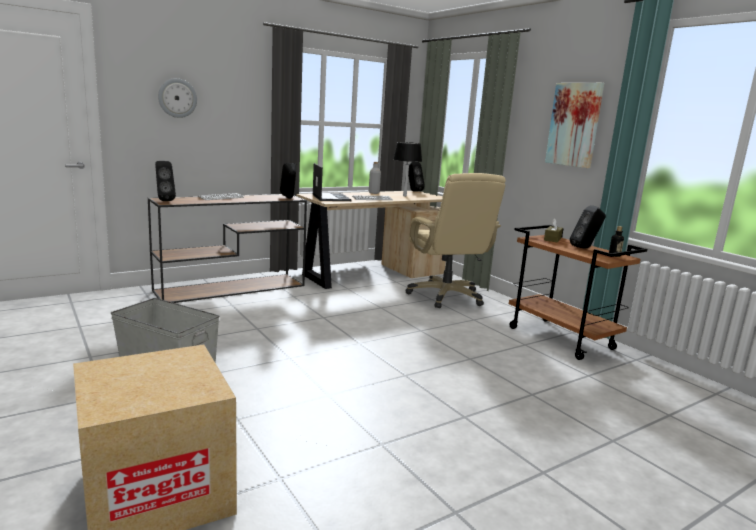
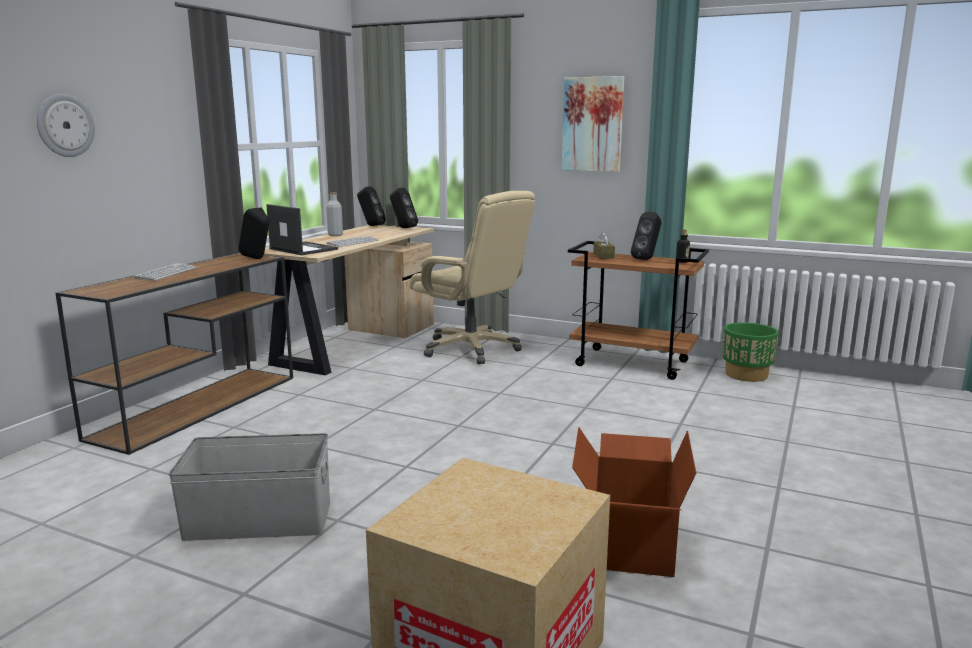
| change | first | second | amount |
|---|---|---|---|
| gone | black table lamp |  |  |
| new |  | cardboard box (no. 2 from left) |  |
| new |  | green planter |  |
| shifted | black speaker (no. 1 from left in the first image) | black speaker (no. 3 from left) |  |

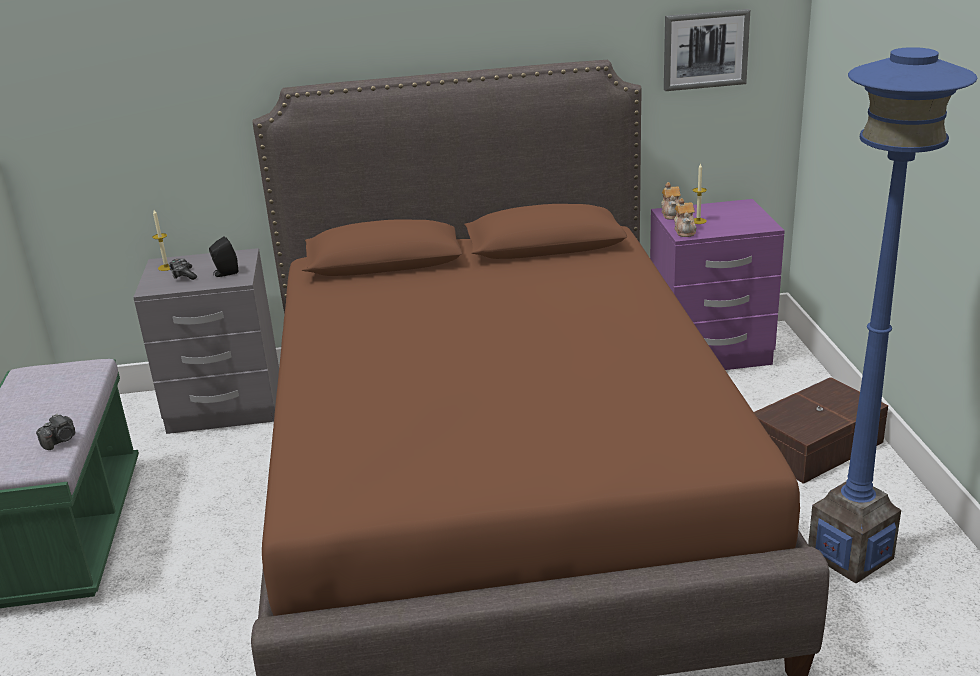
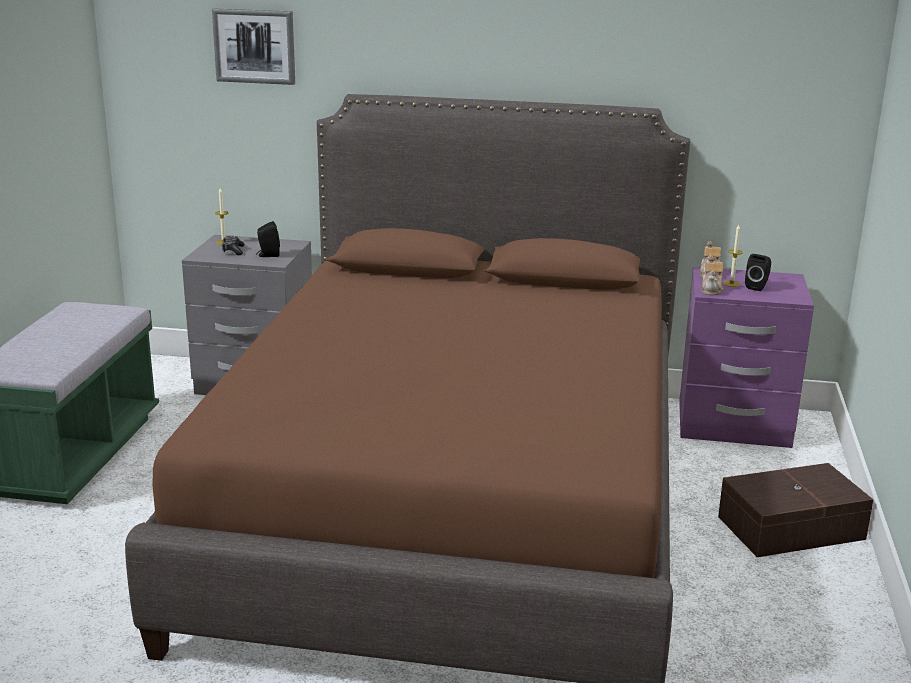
| change | first | second | amount |
|---|---|---|---|
| gone | photo camera |  |  |
| gone | blue floor lamp |  |  |
| new |  | black speaker (no. 2 from left) |  |
| shifted | picture |  |  |

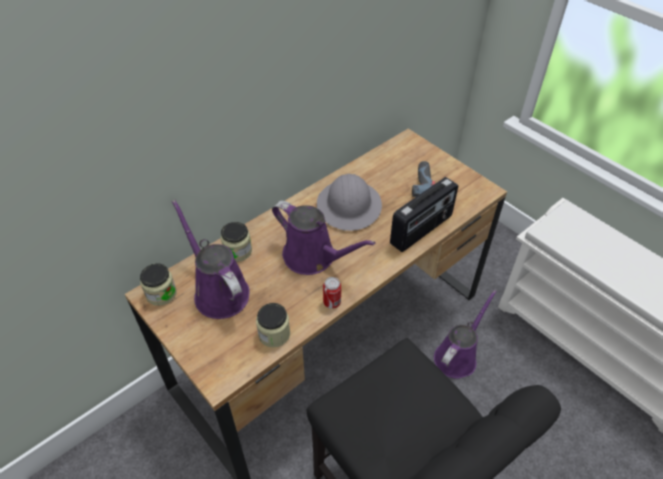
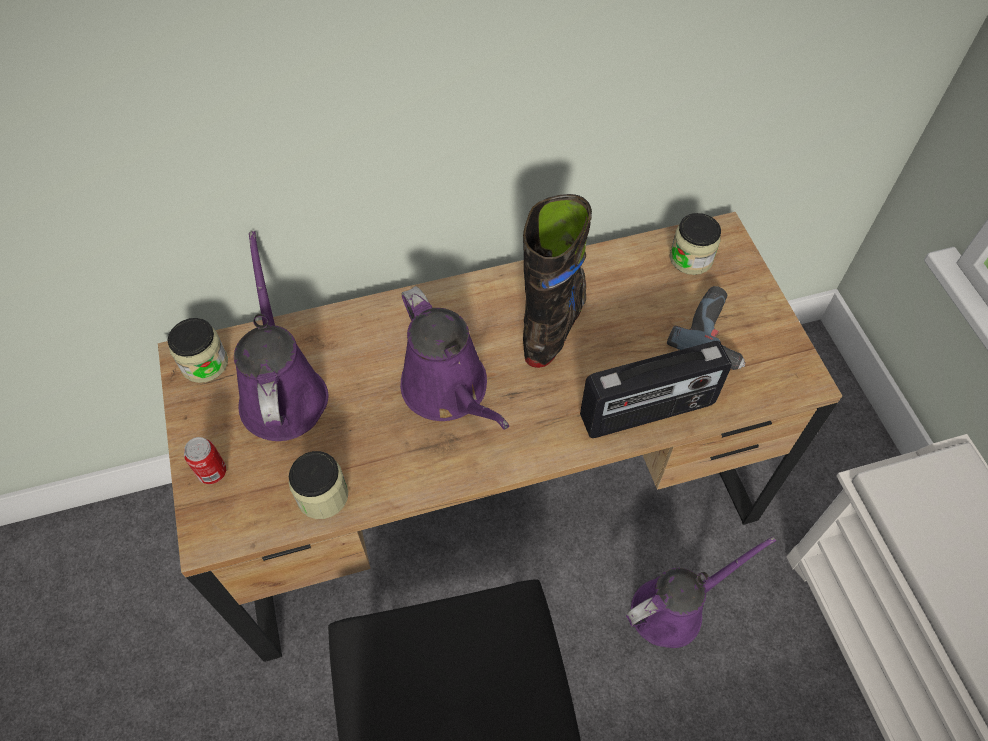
| change | first | second | amount |
|---|---|---|---|
| shifted | jar (no. 2 from left in the first image) | jar (no. 3 from left) |  |
| shifted | can |  |  |
| swapped | grey hard hat | black boot |  |

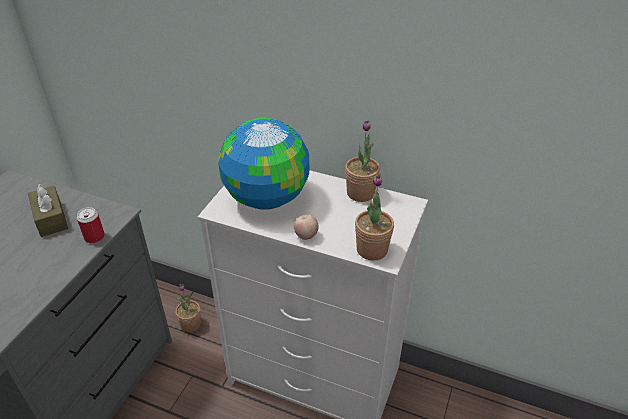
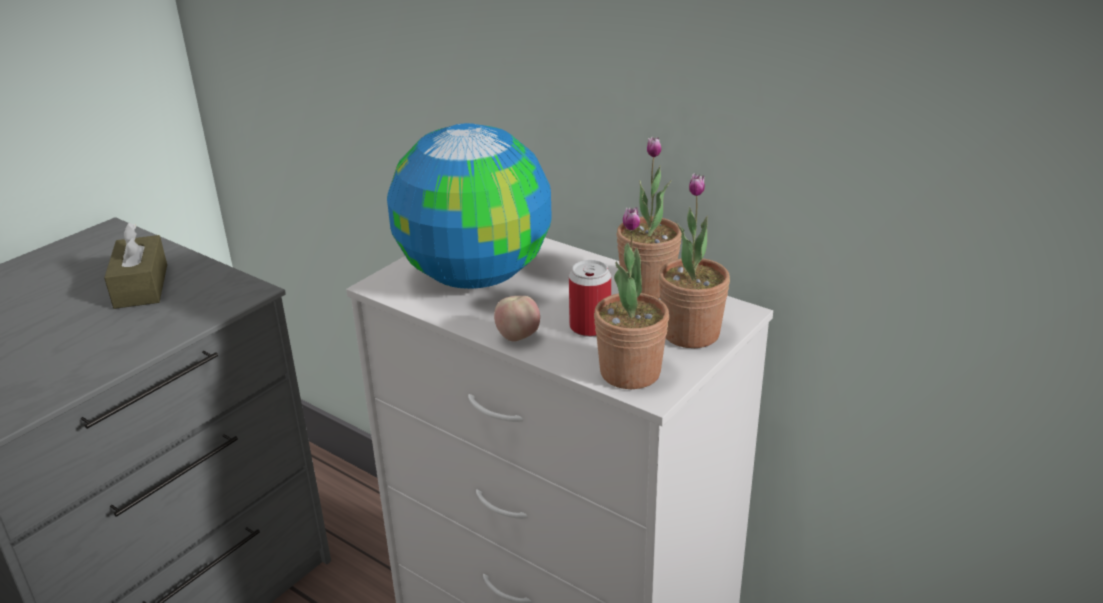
| change | first | second | amount |
|---|---|---|---|
| shifted | can |  |  |
| shifted | potted plant (no. 1 from left in the first image) | potted plant (no. 3 from left) |  |

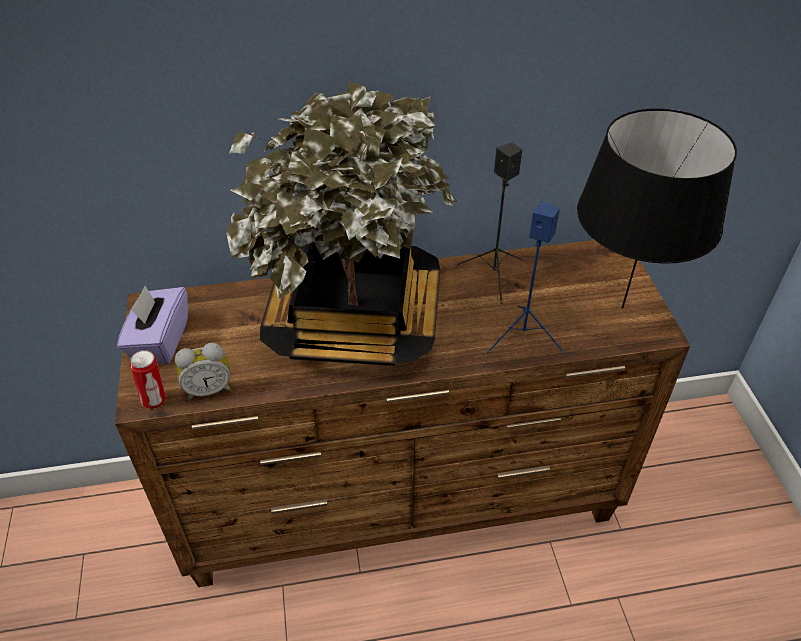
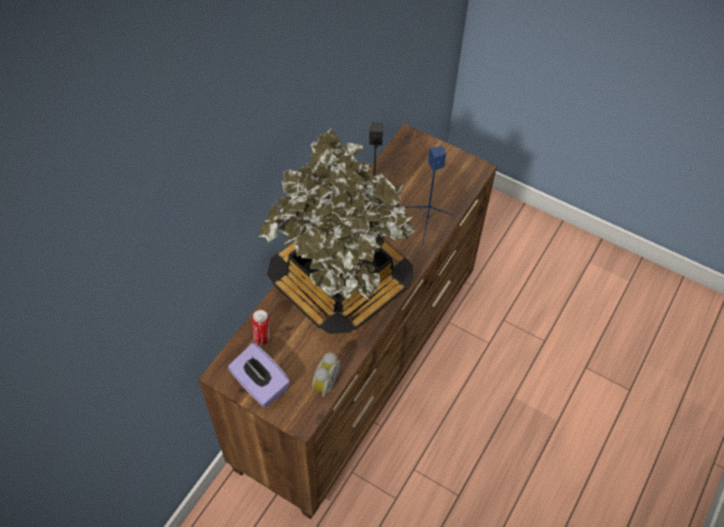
| change | first | second | amount |
|---|---|---|---|
| gone | black table lamp |  |  |
| shifted | can |  |  |

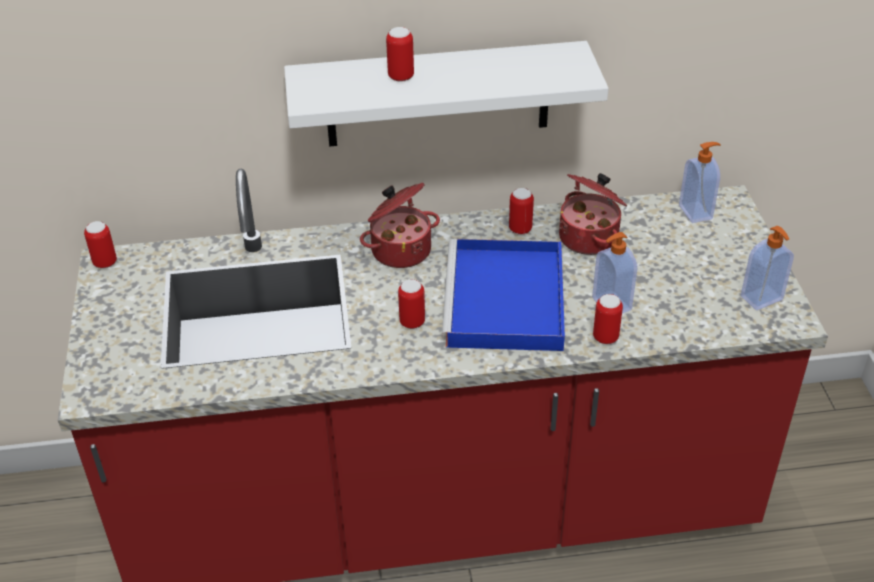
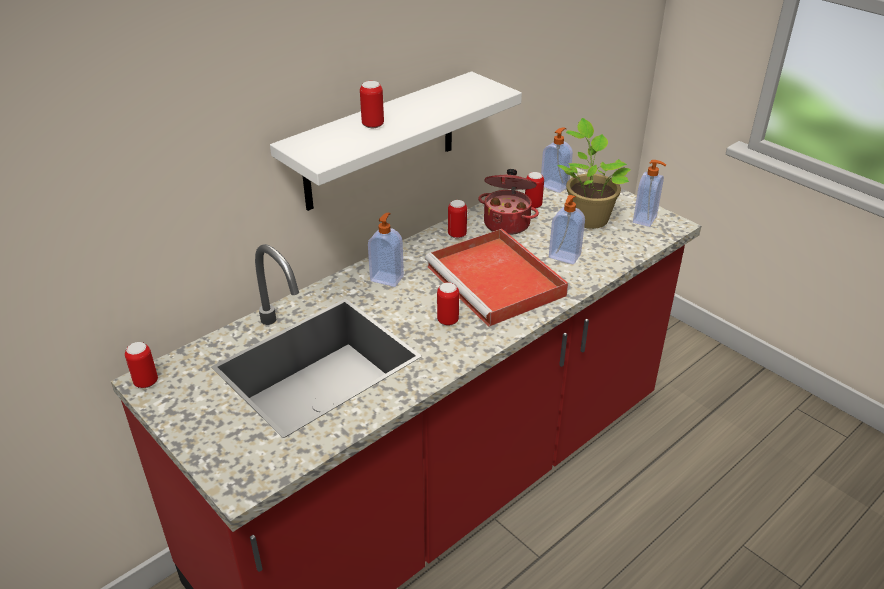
| change | first | second | amount |
|---|---|---|---|
| new |  | potted plant |  |
| shifted | can (no. 5 from left) |  |  |
| swapped | cooking pot (no. 1 from left) | soap dispenser (no. 1 from left) |  |
| repainted | blue tray | red tray |  |

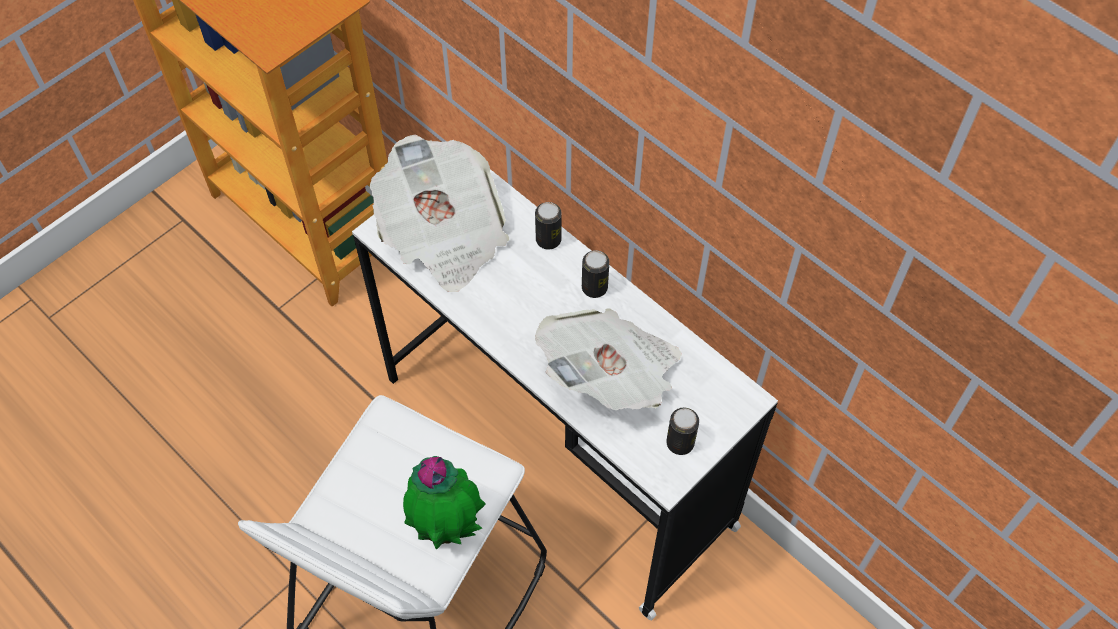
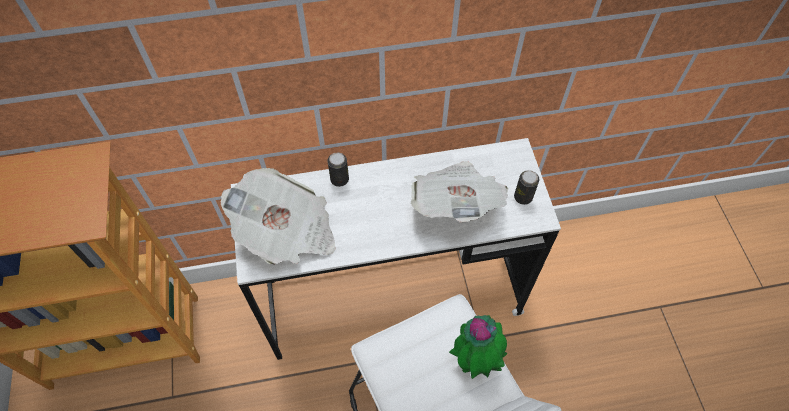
| change | first | second | amount |
|---|---|---|---|
| gone | can (no. 2 from left) |  |  |

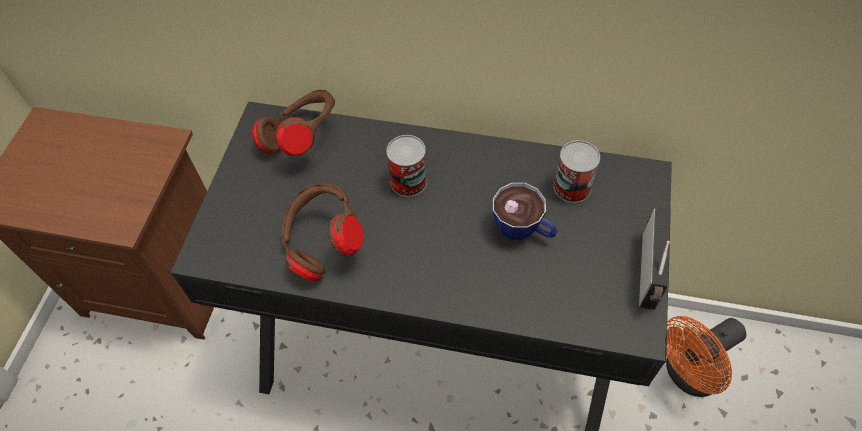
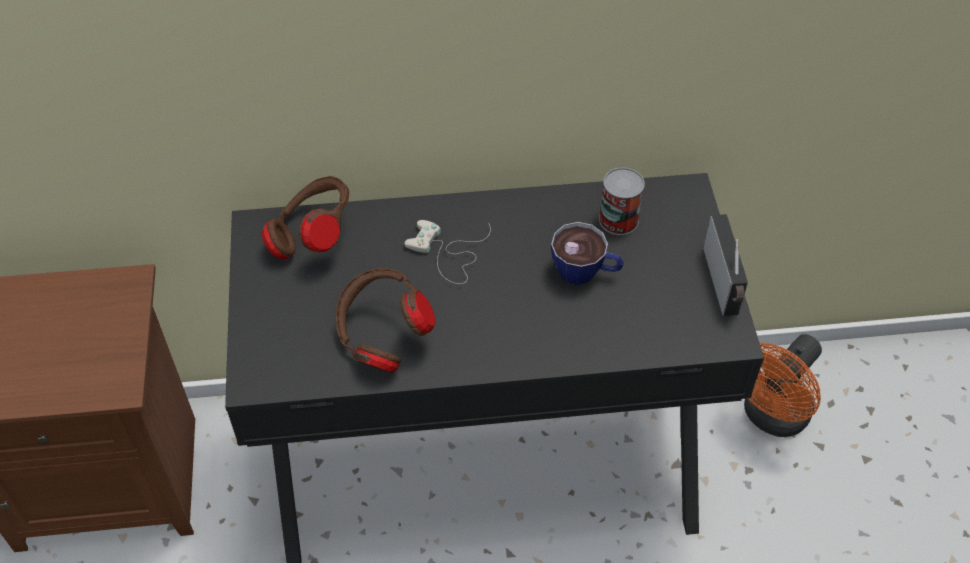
| change | first | second | amount |
|---|---|---|---|
| swapped | can (no. 1 from left) | white game controller |  |

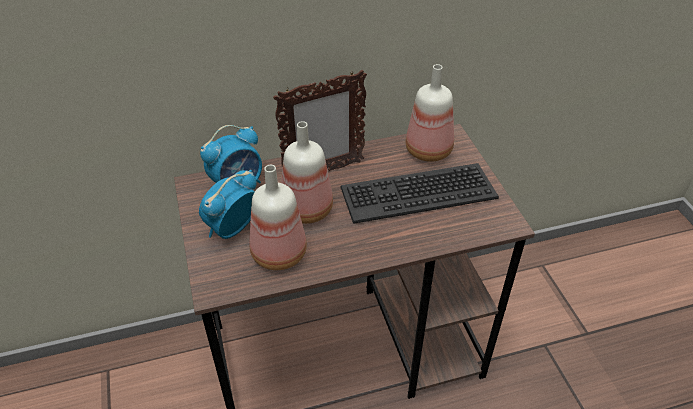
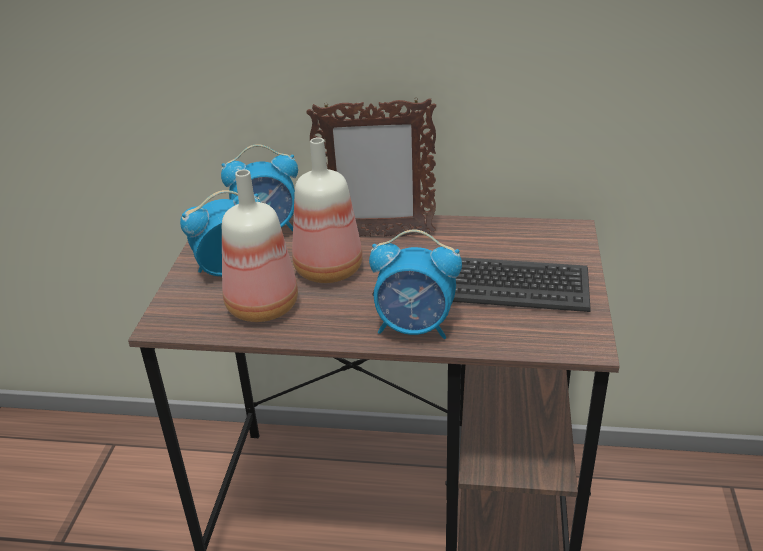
| change | first | second | amount |
|---|---|---|---|
| gone | bottle (no. 3 from left) |  |  |
| new |  | alarm clock (no. 3 from left) |  |

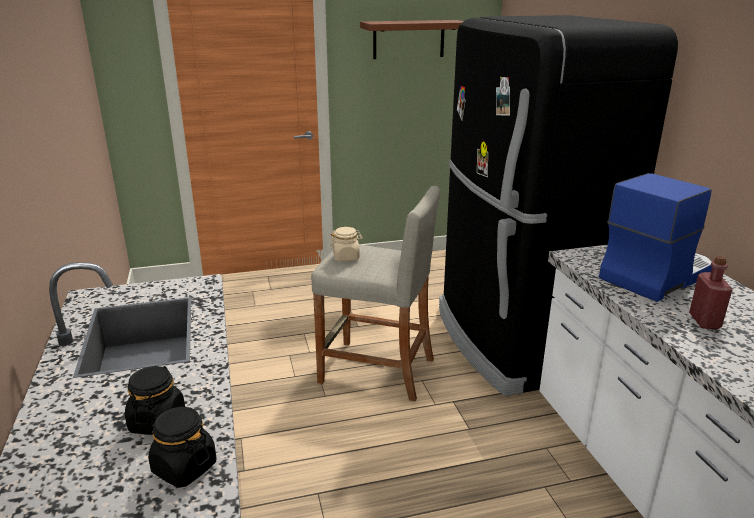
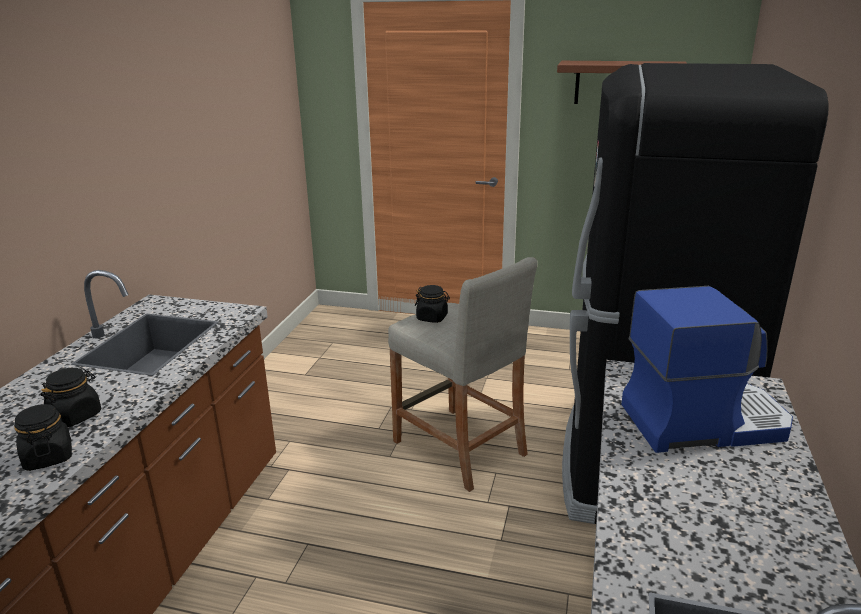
| change | first | second | amount |
|---|---|---|---|
| gone | red bottle |  |  |
| repainted | beige jar | black jar (no. 3 from left) |  |

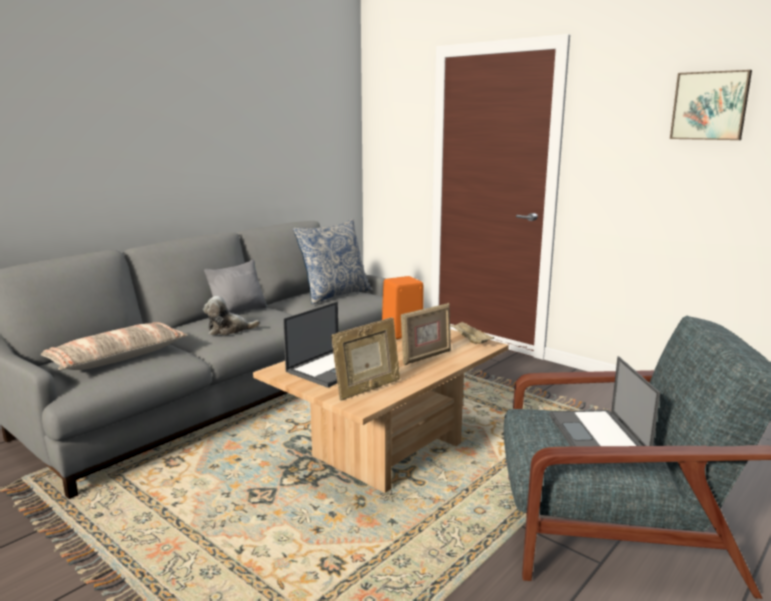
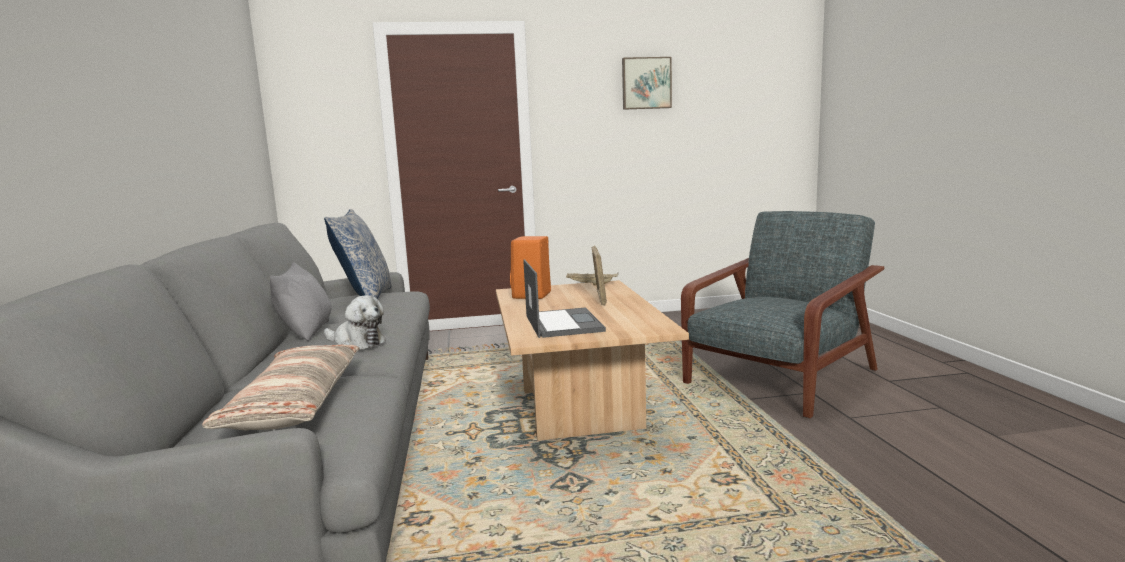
| change | first | second | amount |
|---|---|---|---|
| gone | picture frame (no. 1 from left) |  |  |
| gone | laptop (no. 2 from left) |  |  |
| rotated | plush toy |  | 90 degrees counterclockwise |

